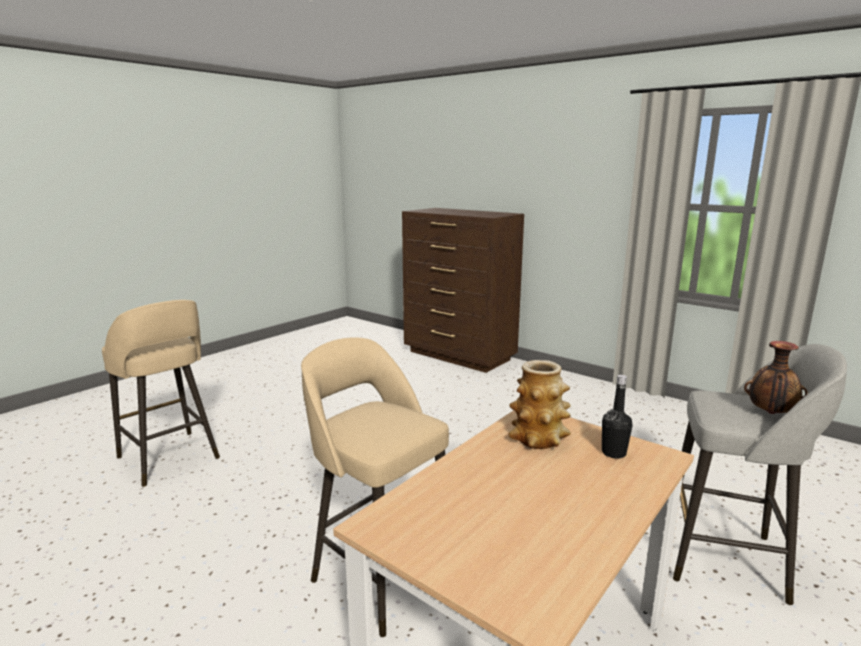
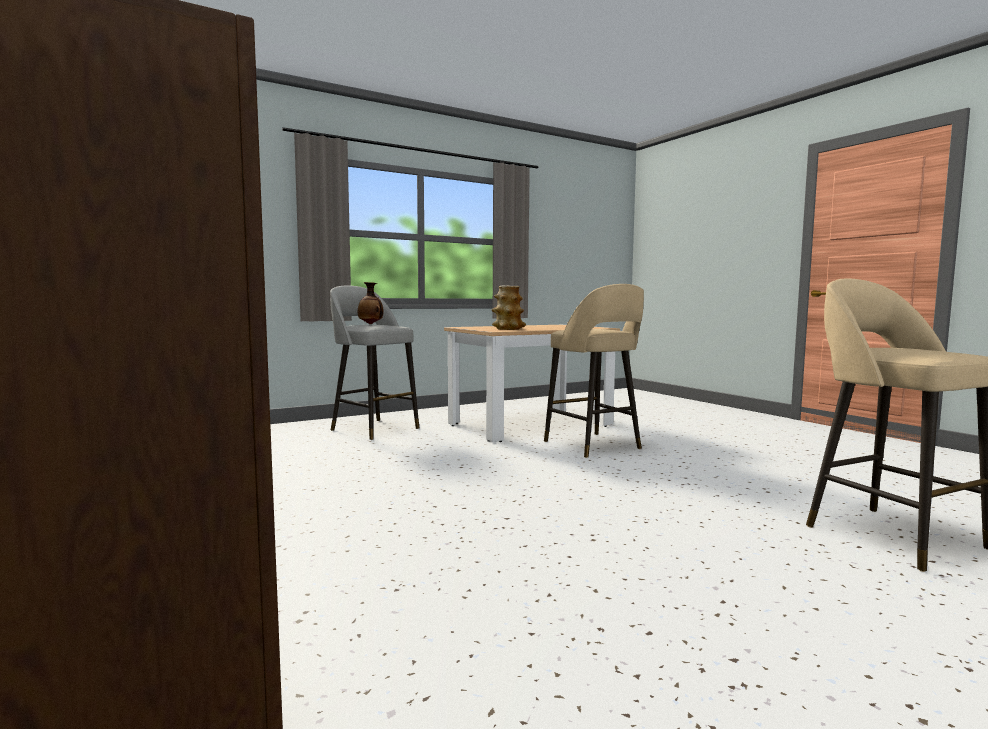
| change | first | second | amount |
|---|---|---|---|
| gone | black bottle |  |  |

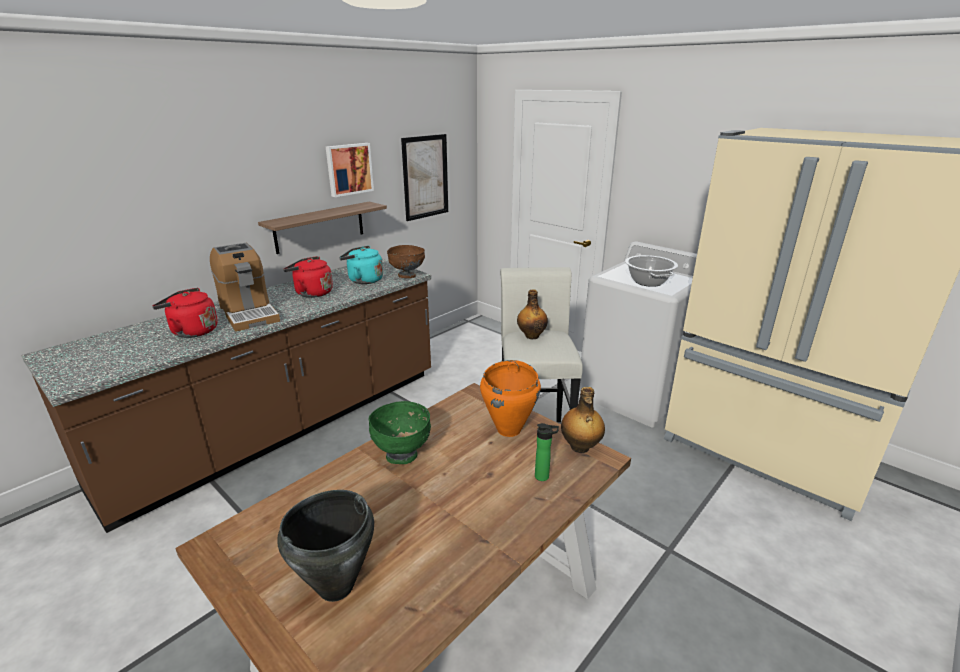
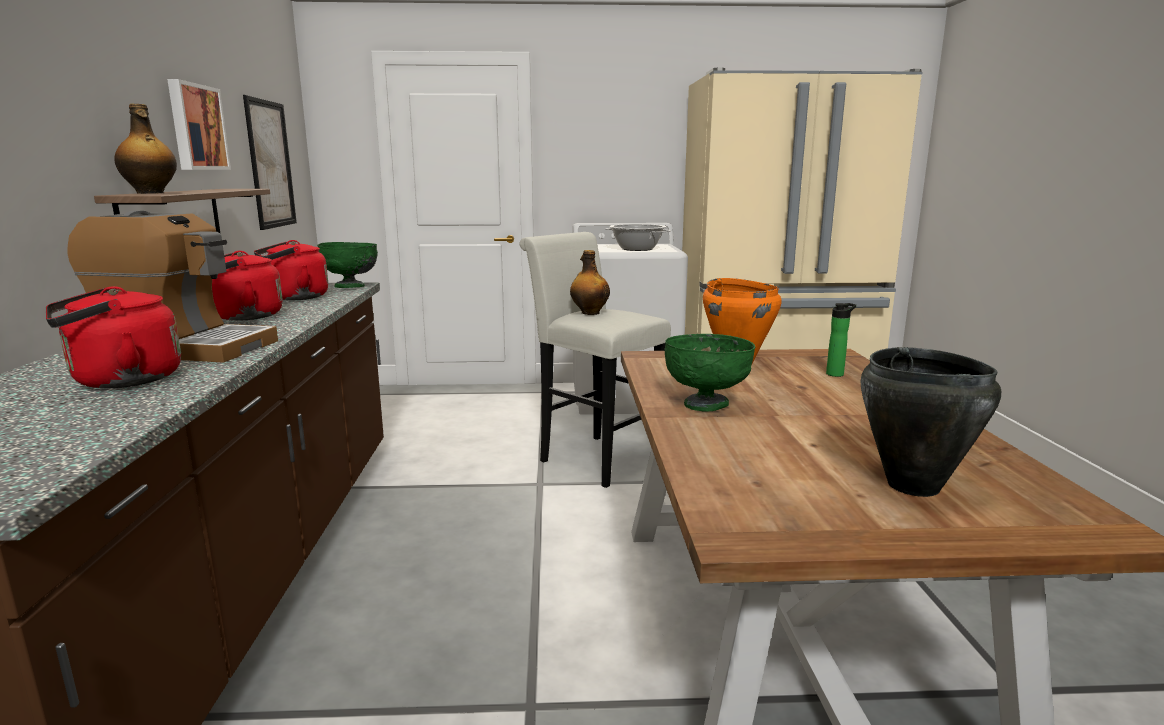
| change | first | second | amount |
|---|---|---|---|
| shifted | bottle (no. 3 from left in the first image) | bottle (no. 1 from left) |  |
| repainted | turquoise kettle | red kettle (no. 3 from left) |  |
| repainted | brown bowl | green bowl (no. 1 from left) |  |

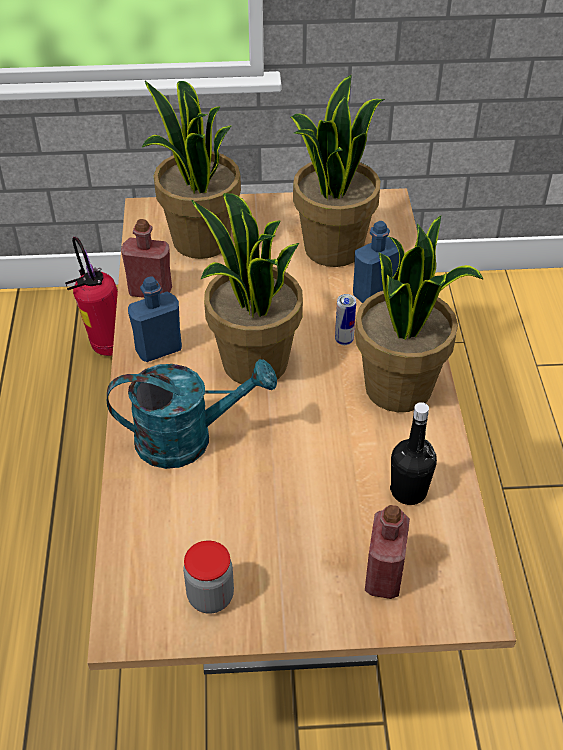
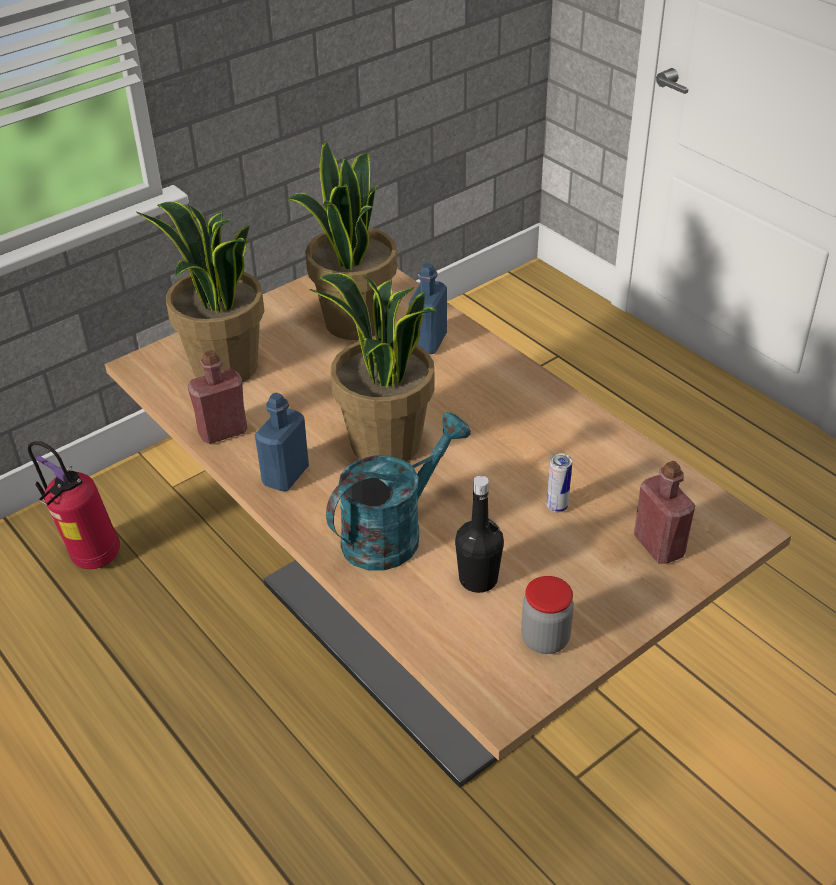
| change | first | second | amount |
|---|---|---|---|
| gone | potted plant (no. 4 from left) |  |  |
| shifted | can |  |  |
| shifted | black bottle |  |  |

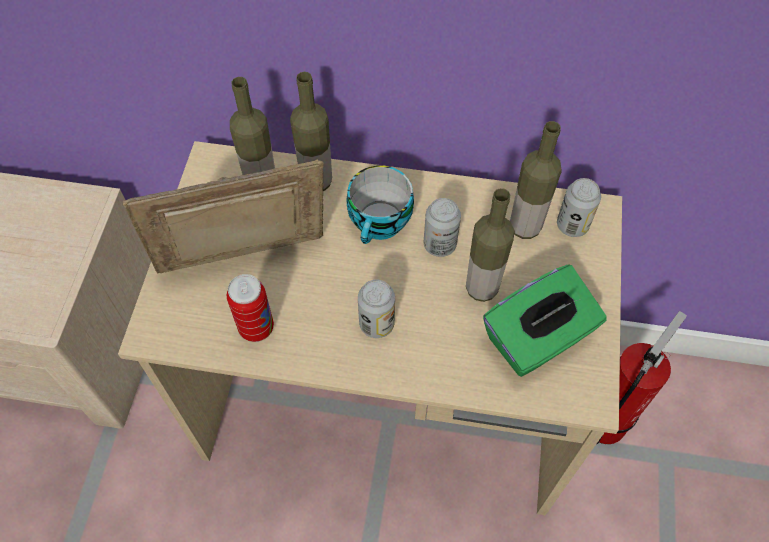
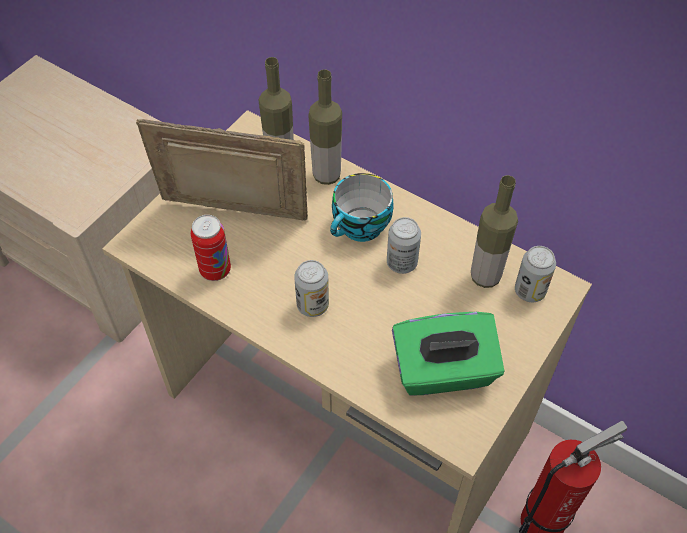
| change | first | second | amount |
|---|---|---|---|
| gone | bottle (no. 3 from left) |  |  |

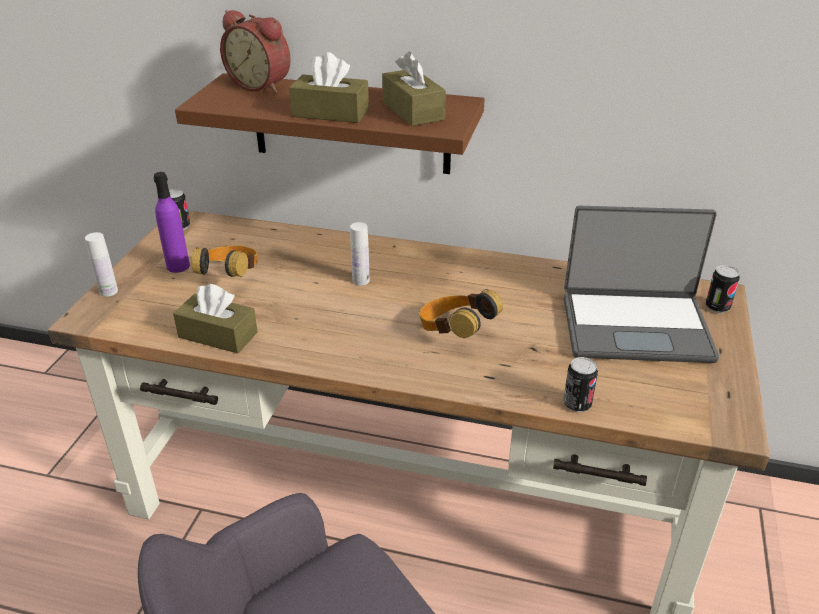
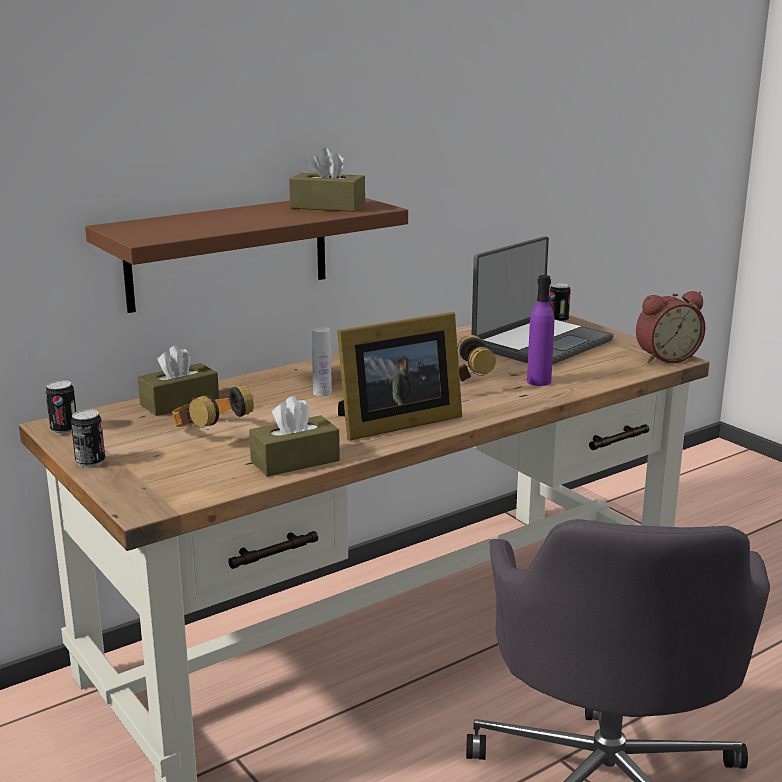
| change | first | second | amount |
|---|---|---|---|
| gone | white bottle (no. 1 from left) |  |  |
| new |  | picture frame |  |
| shifted | purple bottle |  |  |
| shifted | alarm clock |  |  |
| shifted | brown tissue box (no. 2 from left in the first image) | brown tissue box (no. 1 from left) |  |
| shifted | can (no. 2 from left) |  |  |

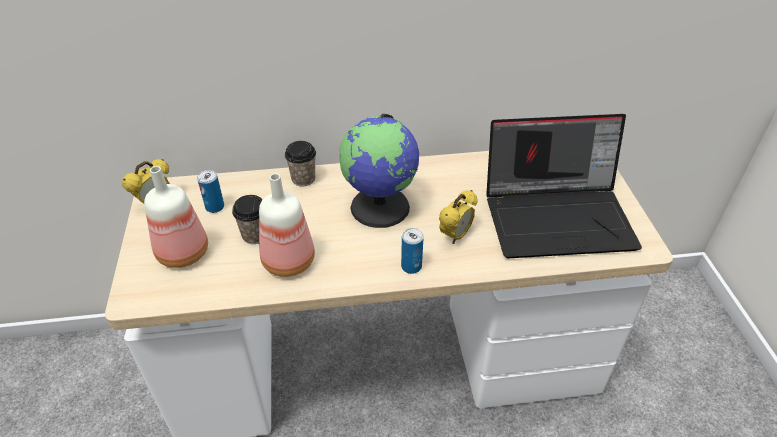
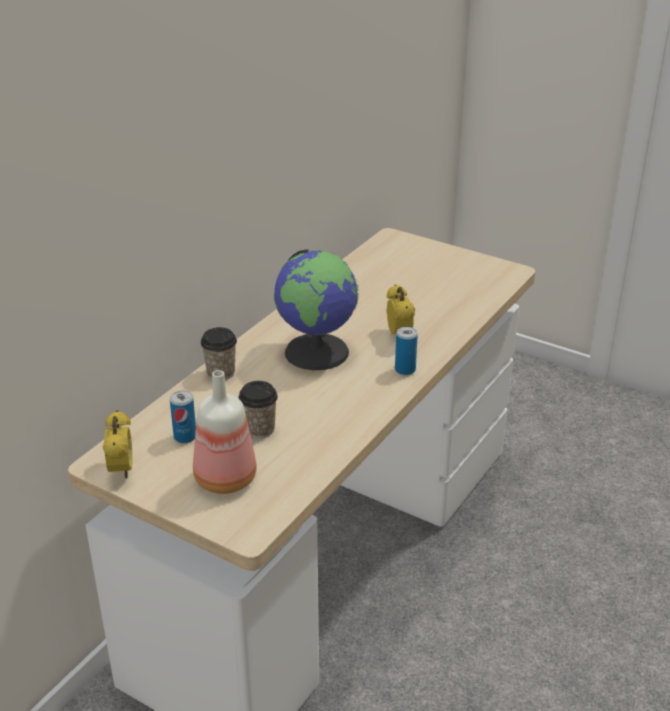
| change | first | second | amount |
|---|---|---|---|
| gone | bottle (no. 2 from left) |  |  |
| gone | laptop |  |  |

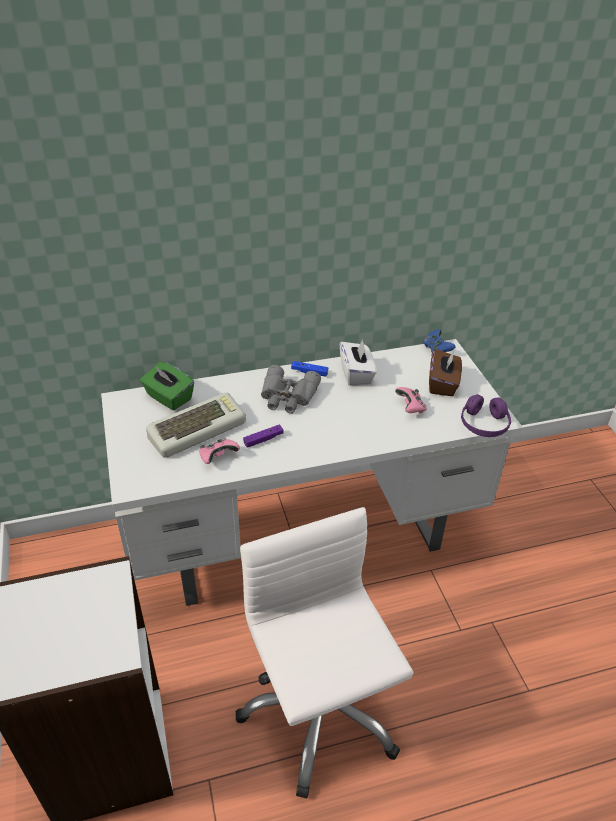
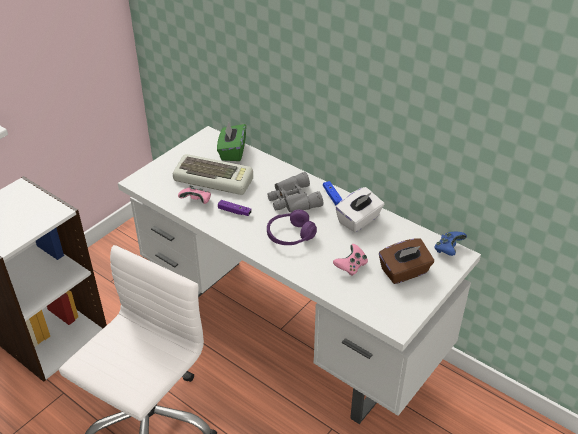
| change | first | second | amount |
|---|---|---|---|
| shifted | purple headphones |  |  |

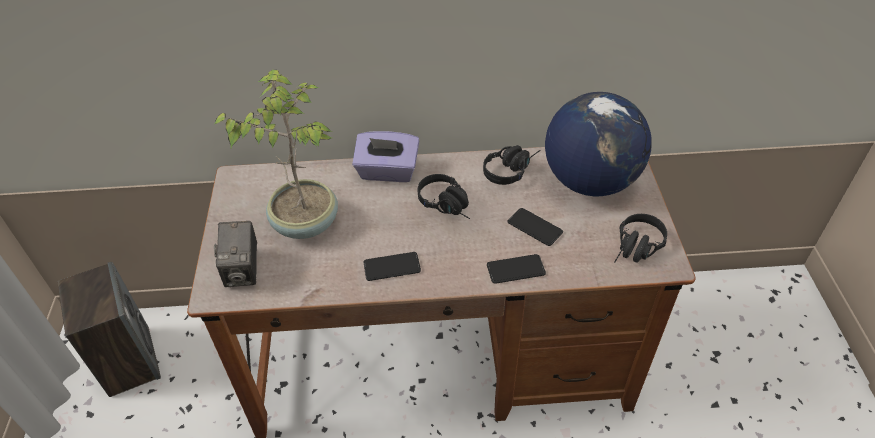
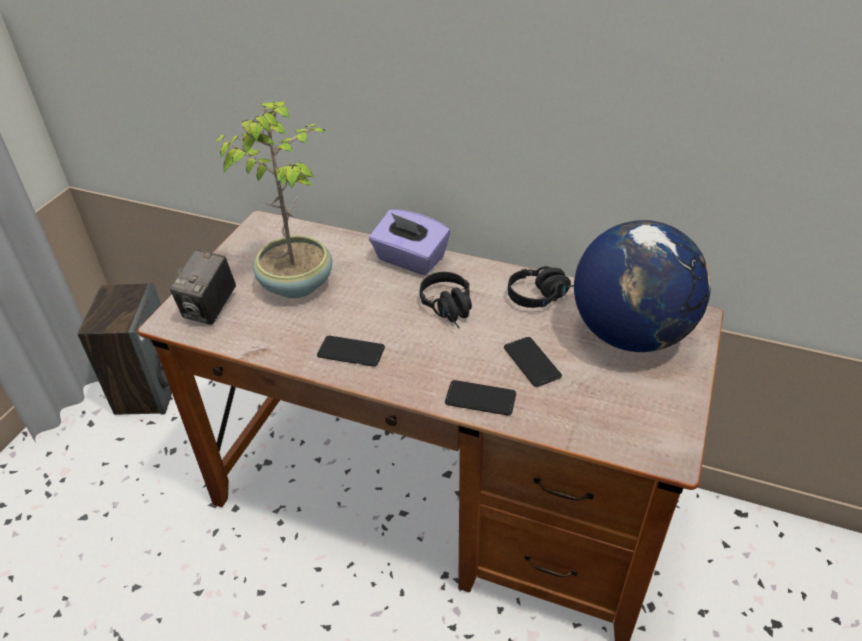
| change | first | second | amount |
|---|---|---|---|
| gone | black headphones (no. 3 from left) |  |  |

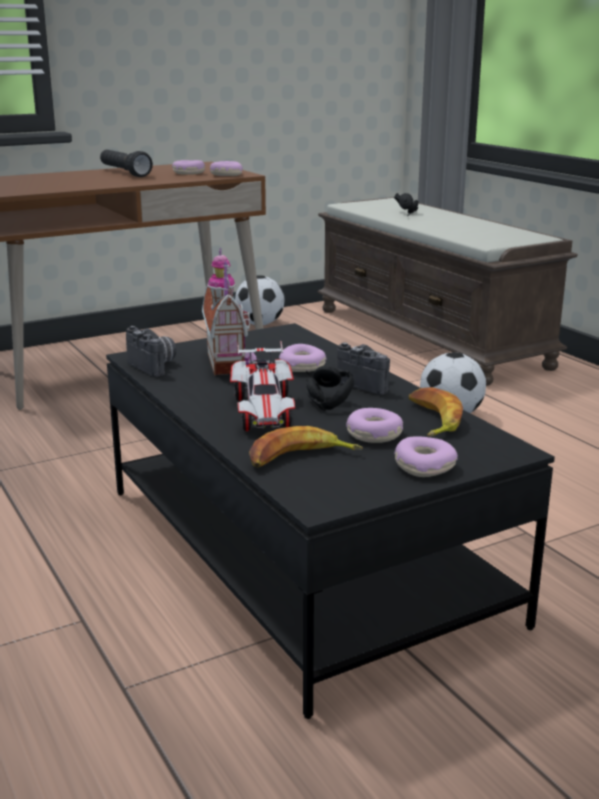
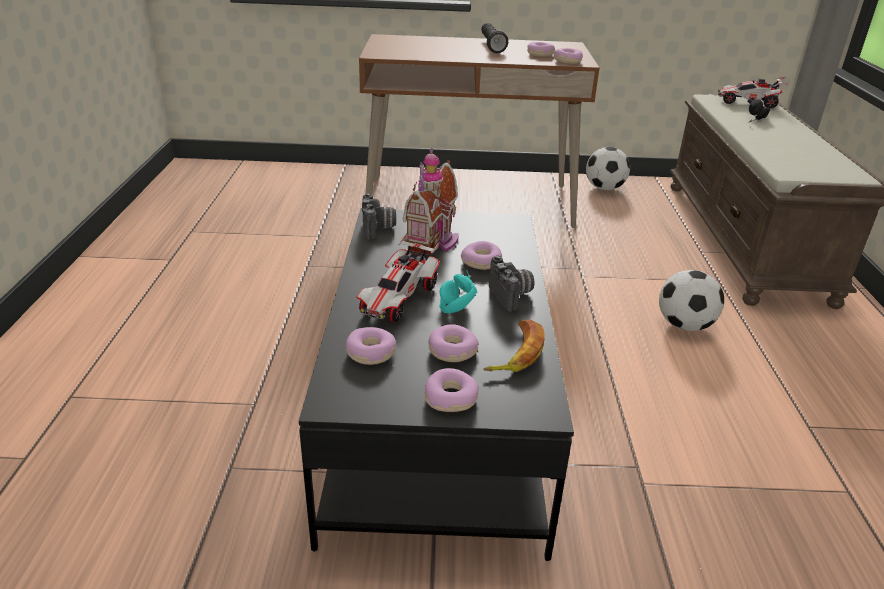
| change | first | second | amount |
|---|---|---|---|
| new |  | toy car (no. 2 from left) |  |
| swapped | banana (no. 1 from left) | donut (no. 1 from left) |  |
| repainted | black headphones (no. 1 from left) | turquoise headphones |  |

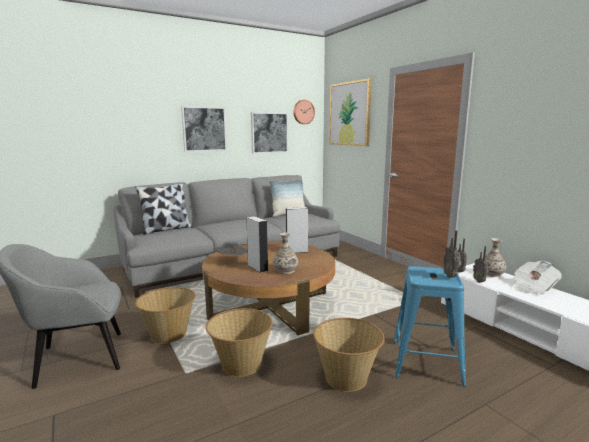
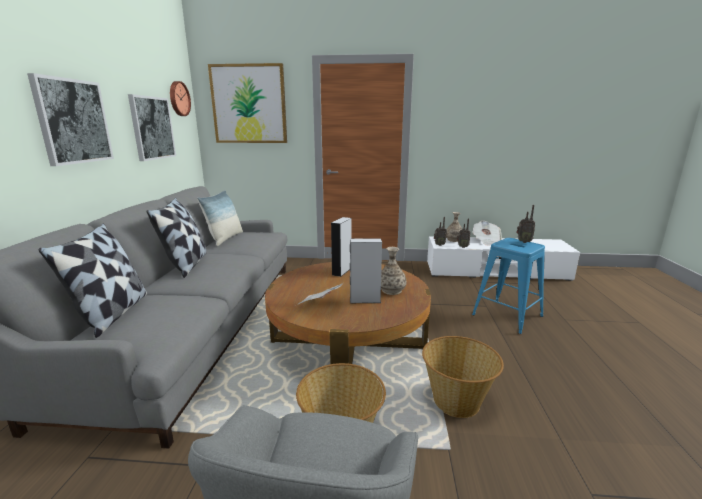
| change | first | second | amount |
|---|---|---|---|
| gone | basket (no. 3 from left) |  |  |
| new |  | pillow (no. 2 from left) |  |

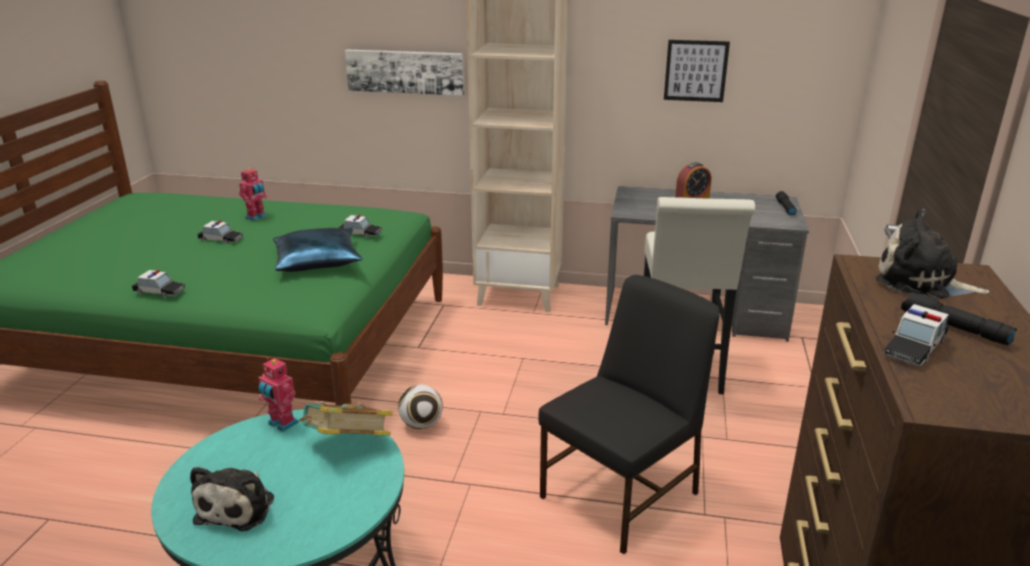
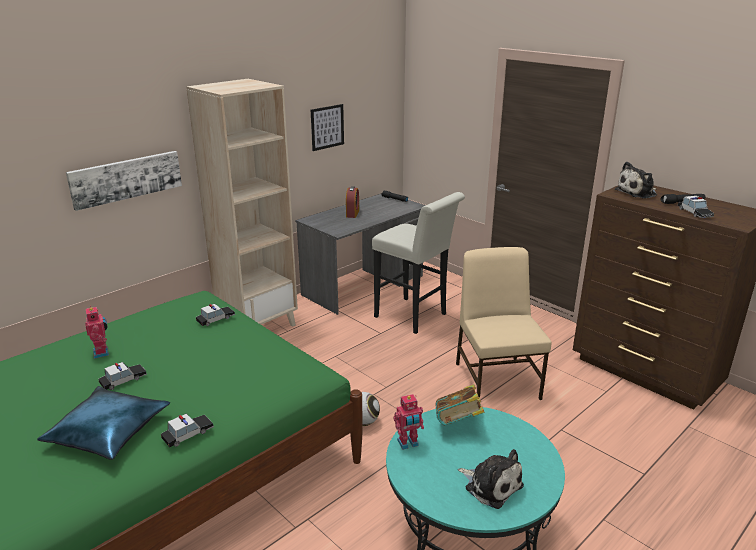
| change | first | second | amount |
|---|---|---|---|
| shifted | blue pillow |  |  |
| repainted | black chair | beige chair |  |

